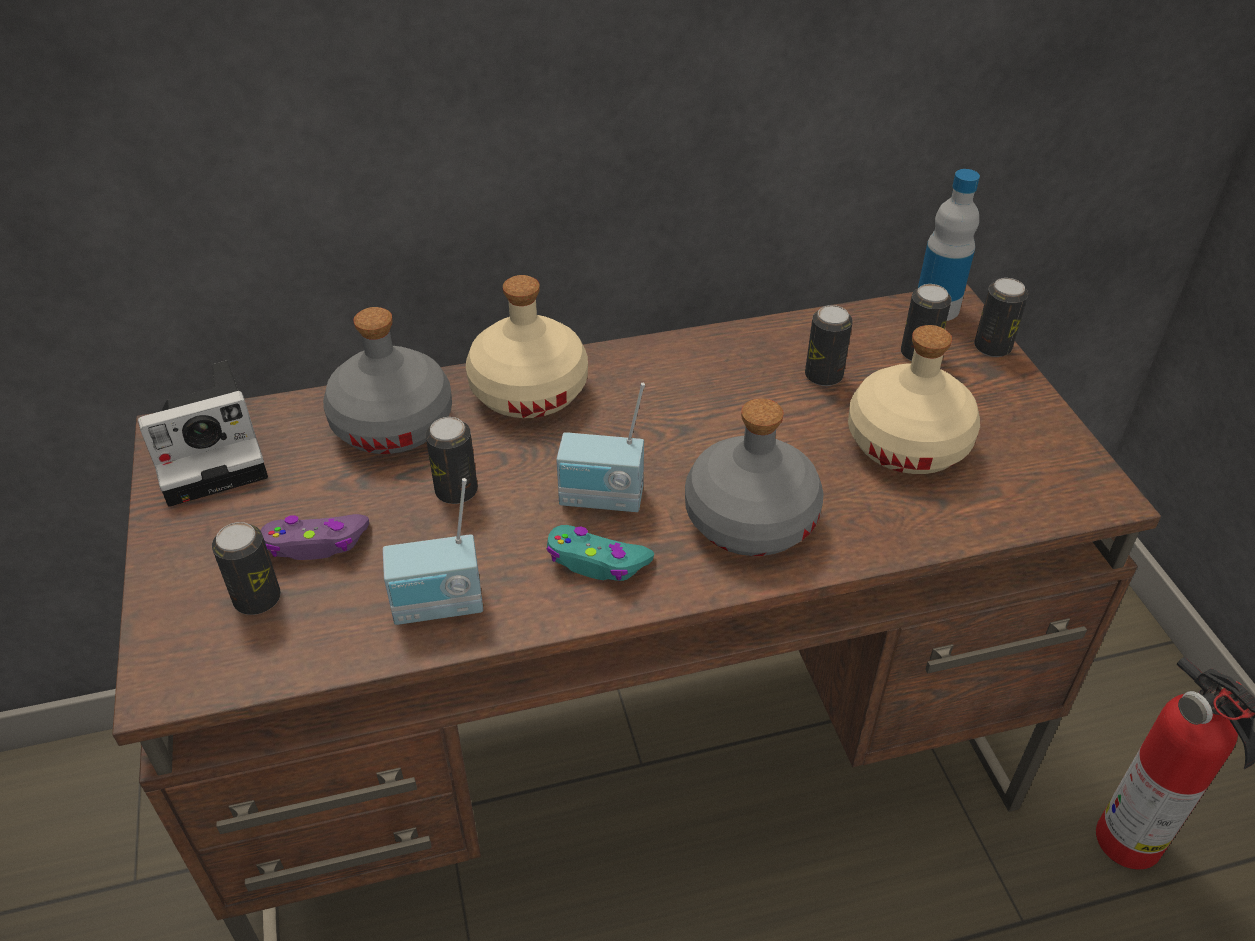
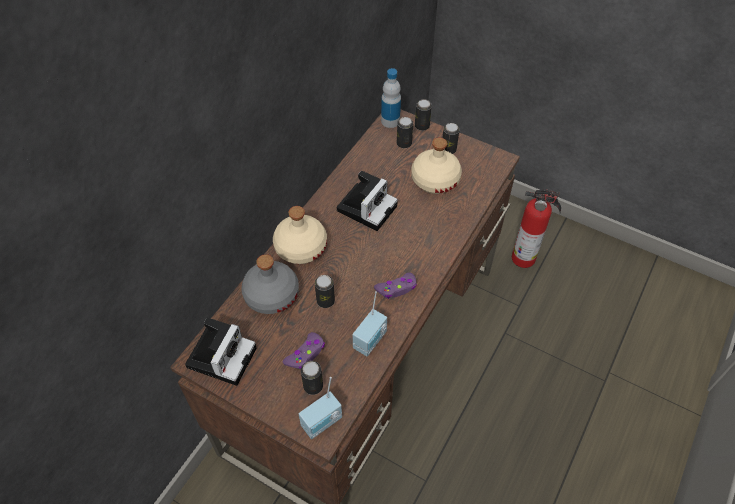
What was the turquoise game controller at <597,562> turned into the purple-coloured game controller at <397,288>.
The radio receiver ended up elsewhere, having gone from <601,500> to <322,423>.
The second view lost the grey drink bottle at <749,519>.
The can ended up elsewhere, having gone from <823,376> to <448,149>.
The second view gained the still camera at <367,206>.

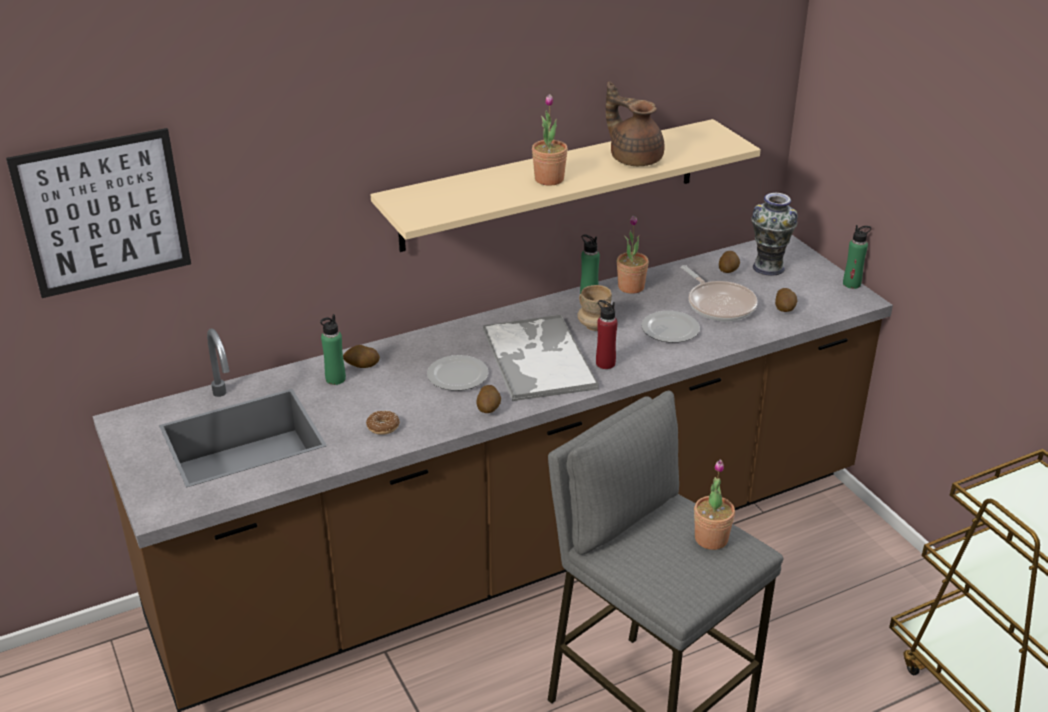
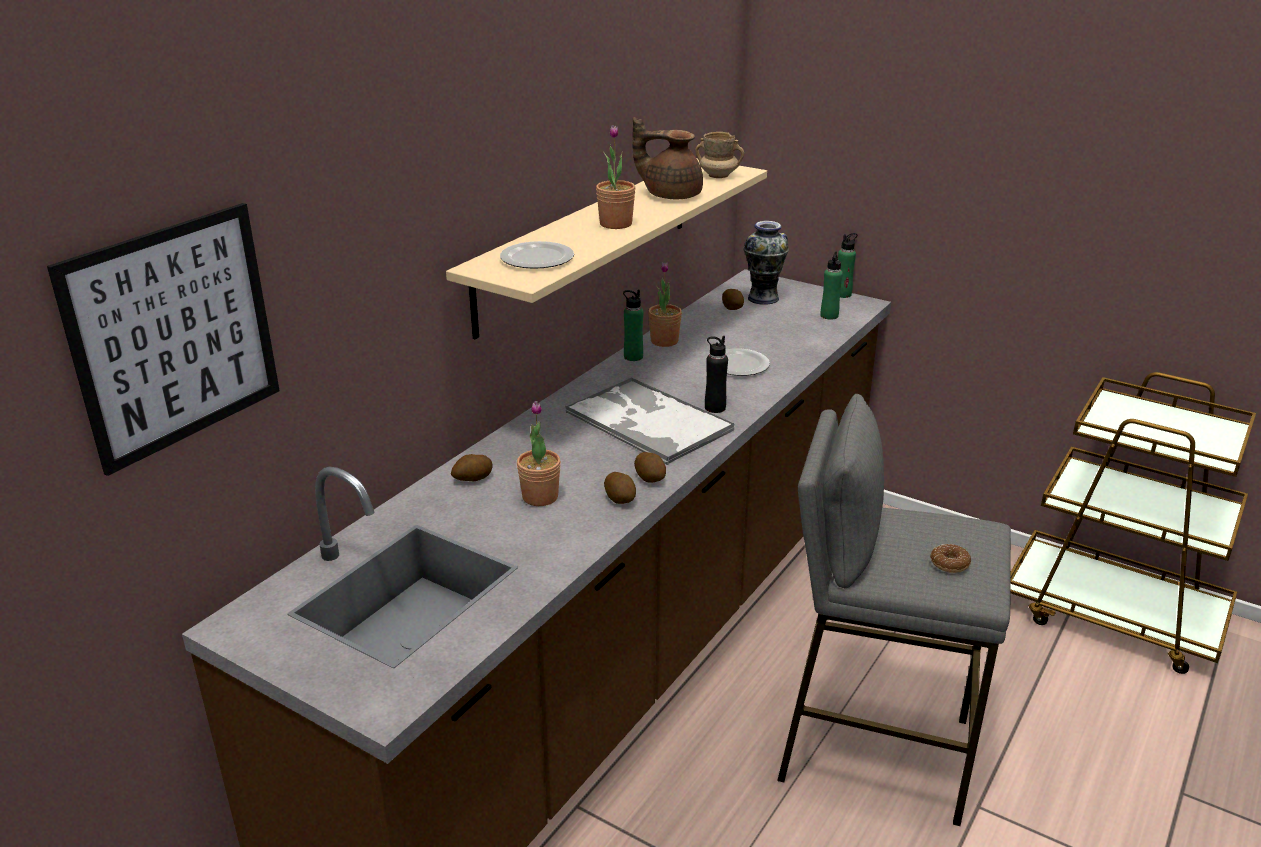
The green-coloured drink bottle ended up elsewhere, having gone from <335,379> to <829,316>.
The donut ended up elsewhere, having gone from <383,427> to <949,564>.
The plate ended up elsewhere, having gone from <456,375> to <536,259>.
The beige-coloured mug ended up elsewhere, having gone from <595,326> to <718,175>.
What was the red-coloured drink bottle at <605,363> turned into the blackish drink bottle at <715,408>.
The second view lost the frying pan at <719,304>.
The potted plant ended up elsewhere, having gone from <711,539> to <540,497>.
The spud ended up elsewhere, having gone from <785,308> to <620,499>.

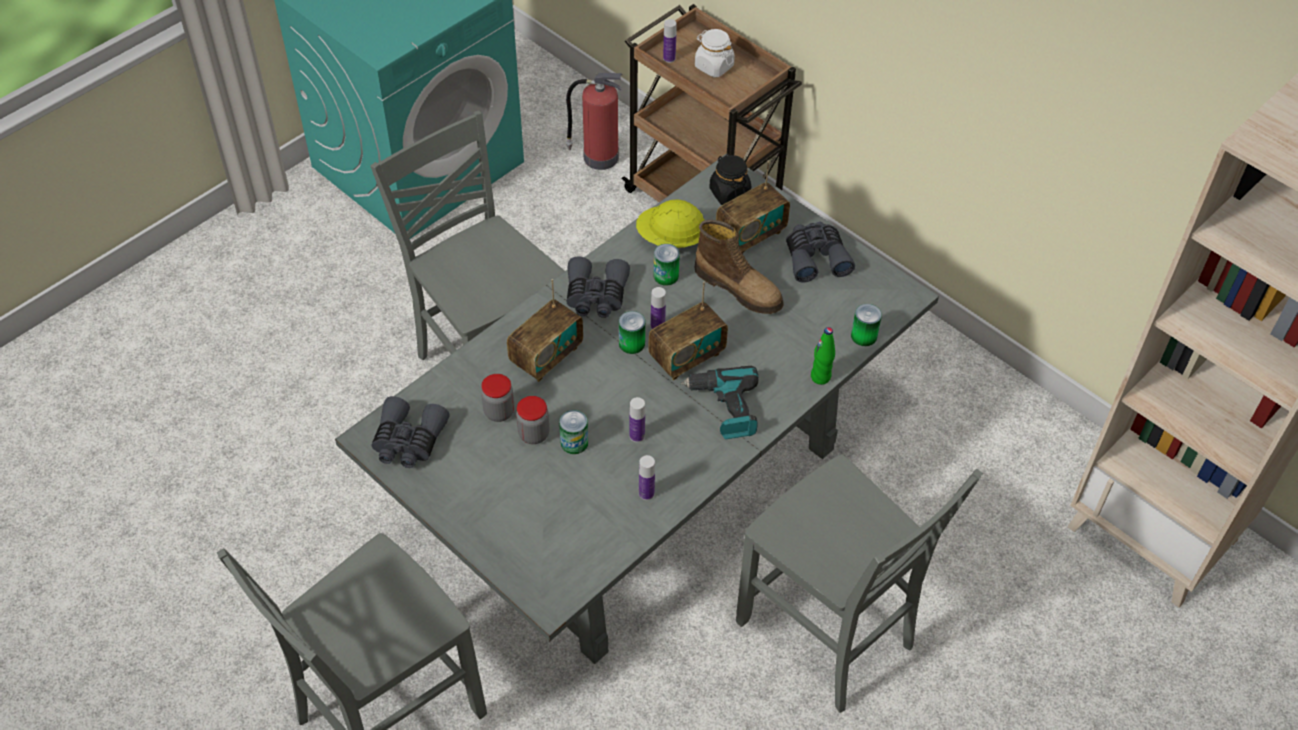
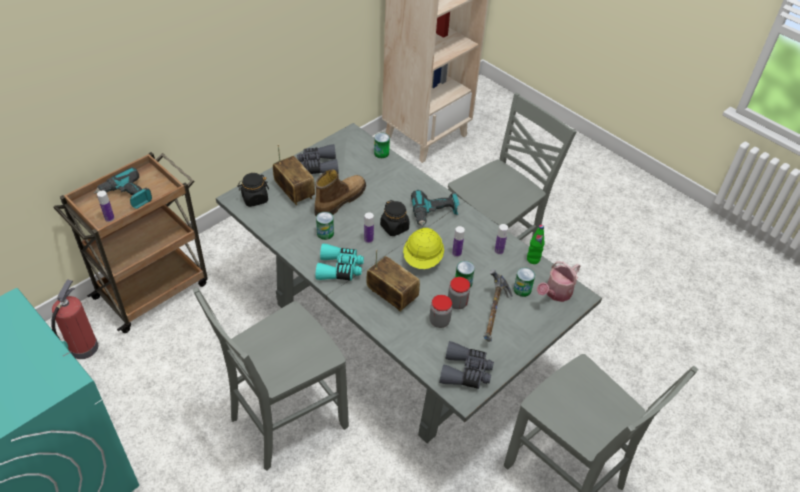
What was the grey field glasses at <596,296> turned into the turquoise field glasses at <340,269>.
The can ended up elsewhere, having gone from <632,343> to <522,289>.
The yellow safety helmet ended up elsewhere, having gone from <671,239> to <423,259>.
Where the radio receiver stood at <687,357>, the blackish jar came to stand at <394,227>.
Where the white-coloured jar stood at <713,66>, the electric drill came to stand at <127,195>.
The green-coloured drink bottle ended up elsewhere, having gone from <820,377> to <533,259>.
The second view gained the hammer at <492,316>.
The second view gained the watering pot at <556,293>.

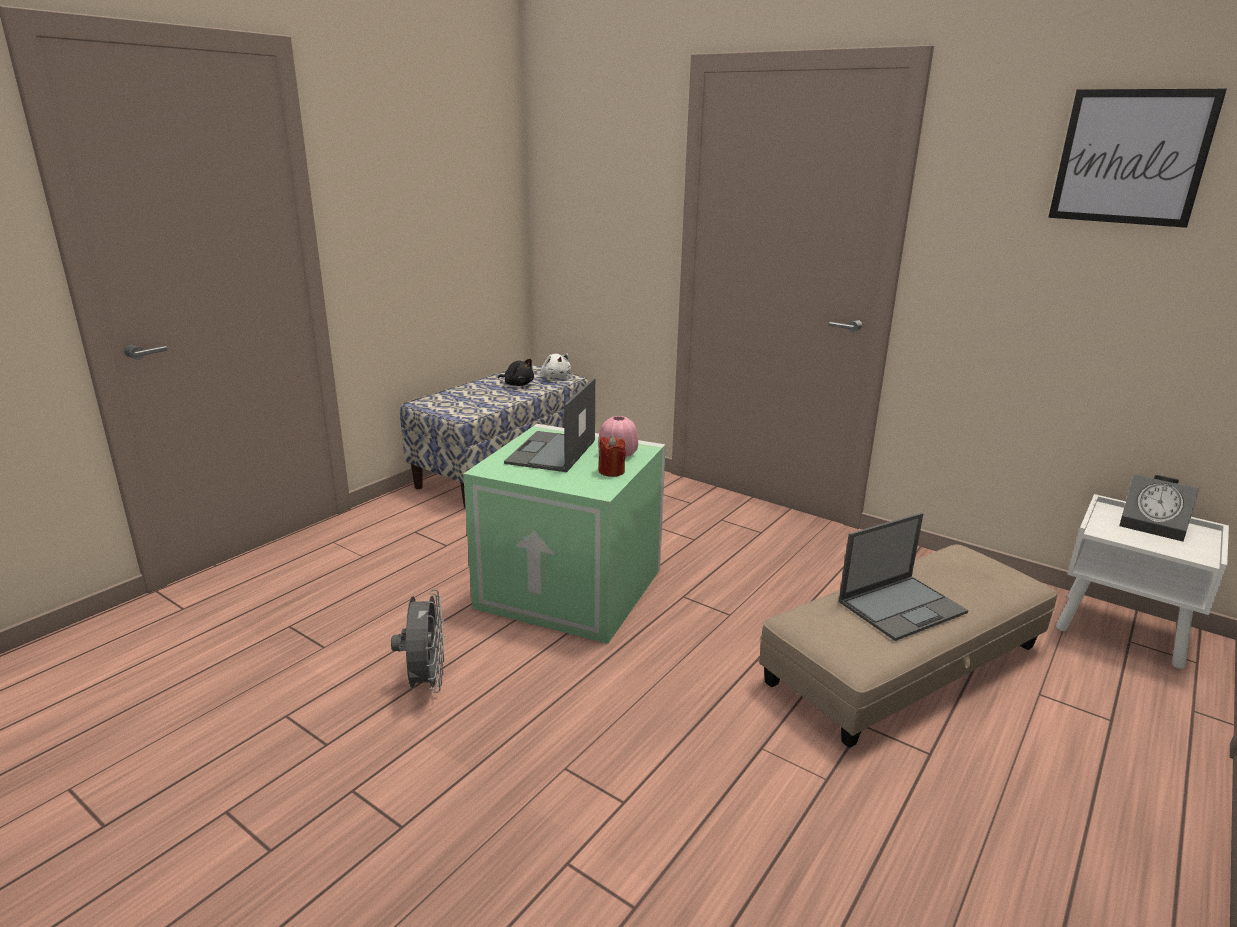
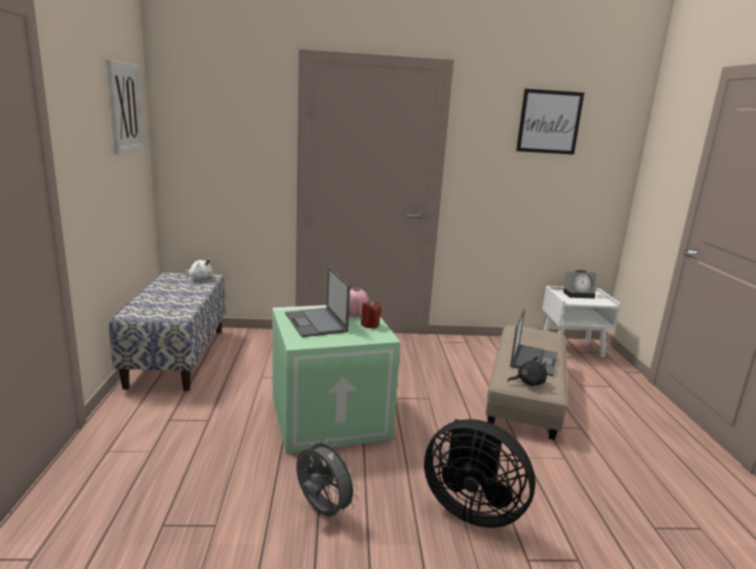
The blackish plush toy ended up elsewhere, having gone from <518,384> to <528,382>.
The second view gained the picture at <125,107>.
The second view gained the blackish fan at <472,508>.

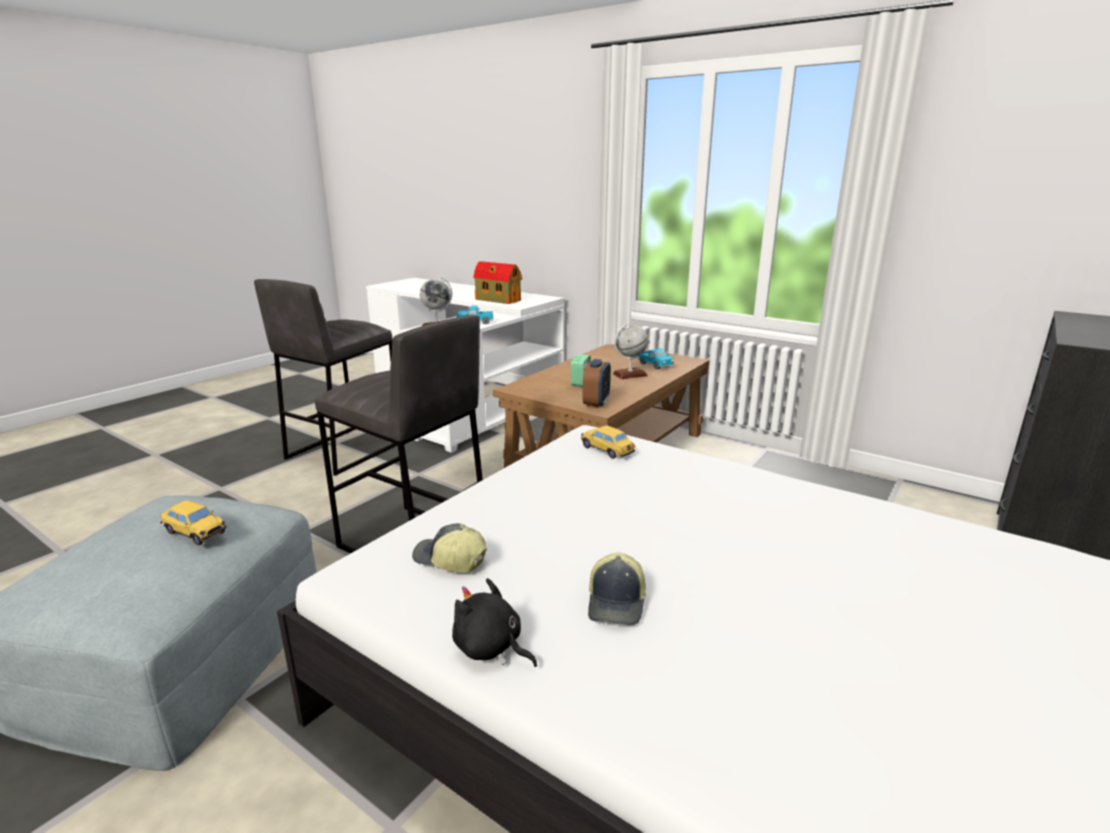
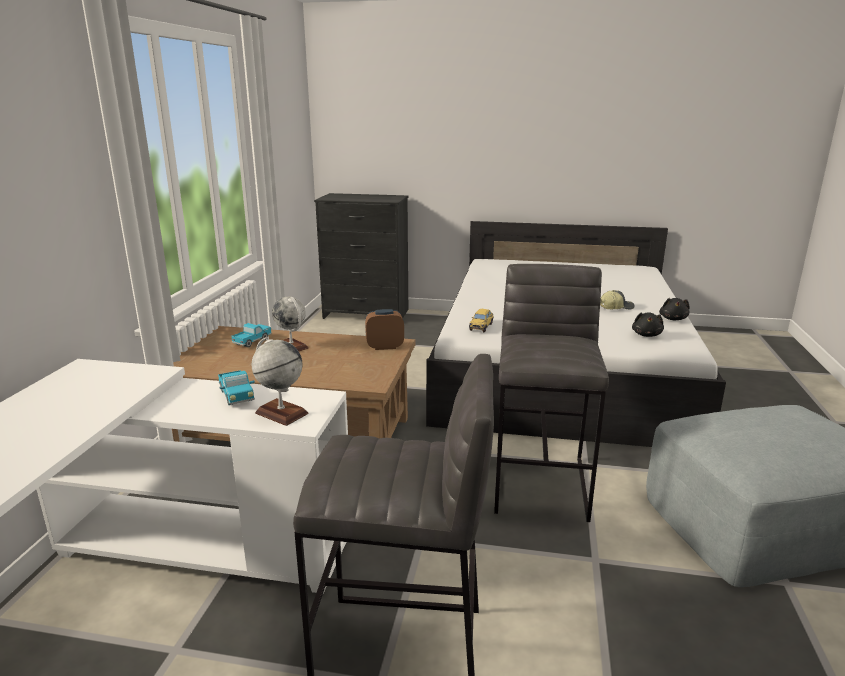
The second view lost the toy car at <195,532>.
Where the peaked cap stood at <449,560>, the blackish plush toy came to stand at <646,335>.
The second view lost the miniature house at <497,300>.
The second view lost the alarm clock at <580,383>.

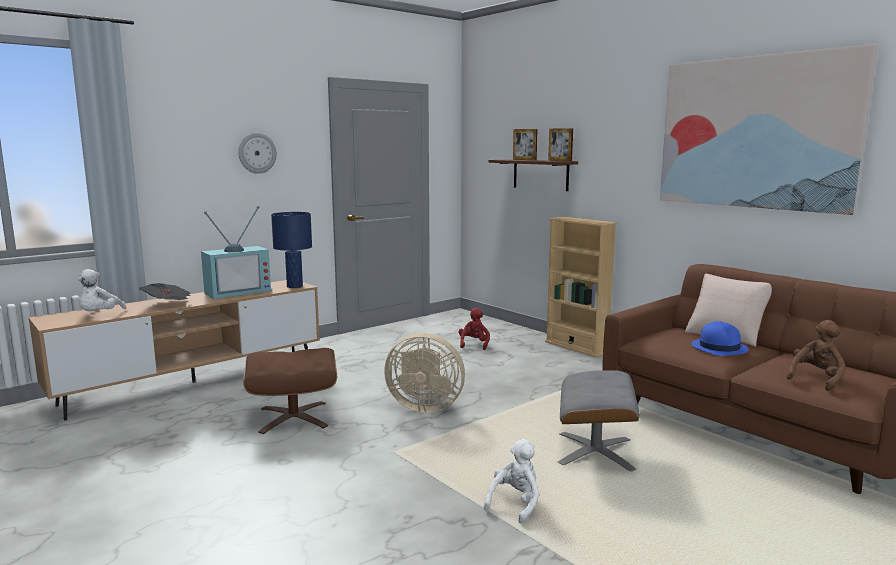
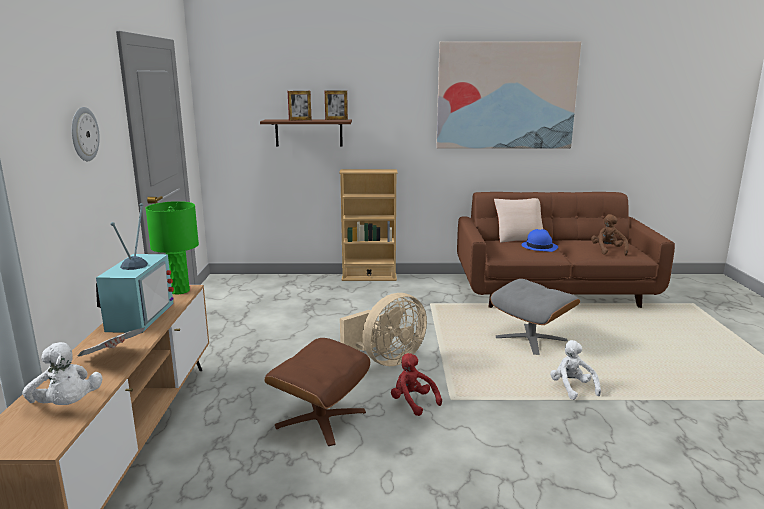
What was the blue-coloured tabletop lamp at <295,286> turned into the green-coloured tabletop lamp at <180,291>.
The red-coloured plush toy ended up elsewhere, having gone from <474,344> to <413,402>.

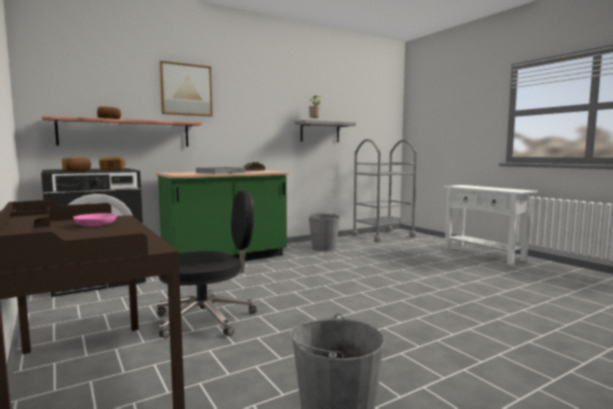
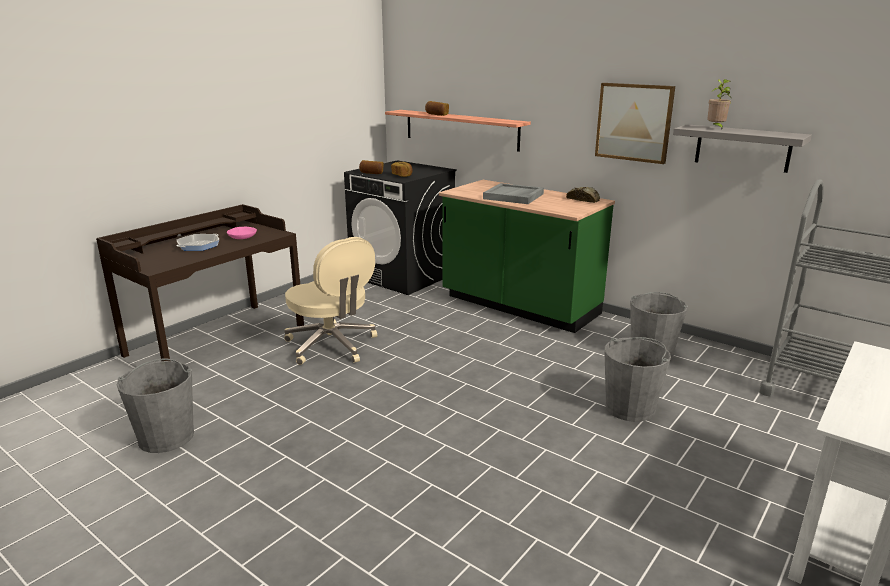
What was the blackish office chair at <207,318> turned into the beige-coloured office chair at <332,345>.
The picture ended up elsewhere, having gone from <186,90> to <634,122>.
The second view gained the frying pan at <198,246>.
The second view gained the grey water bucket at <630,408>.

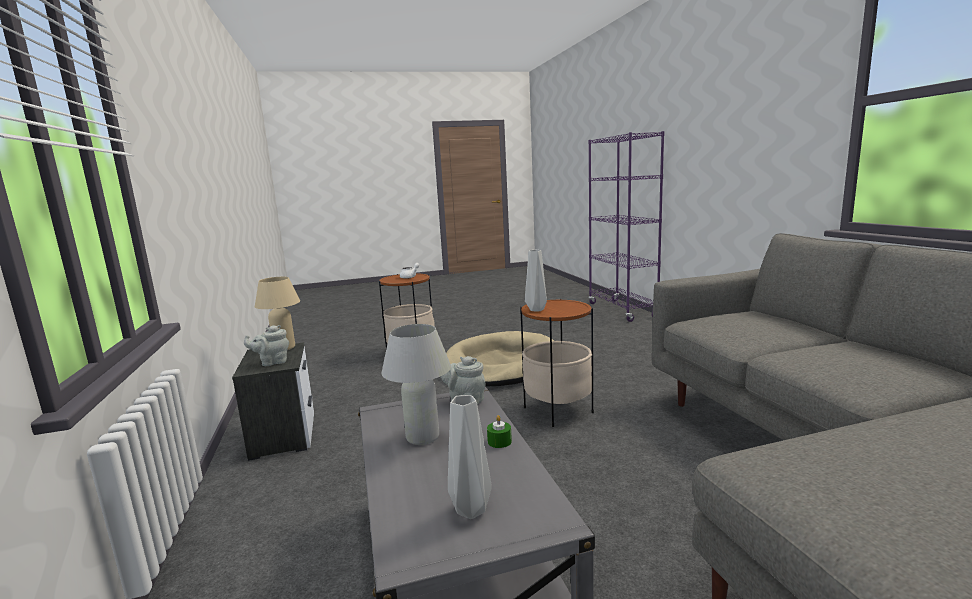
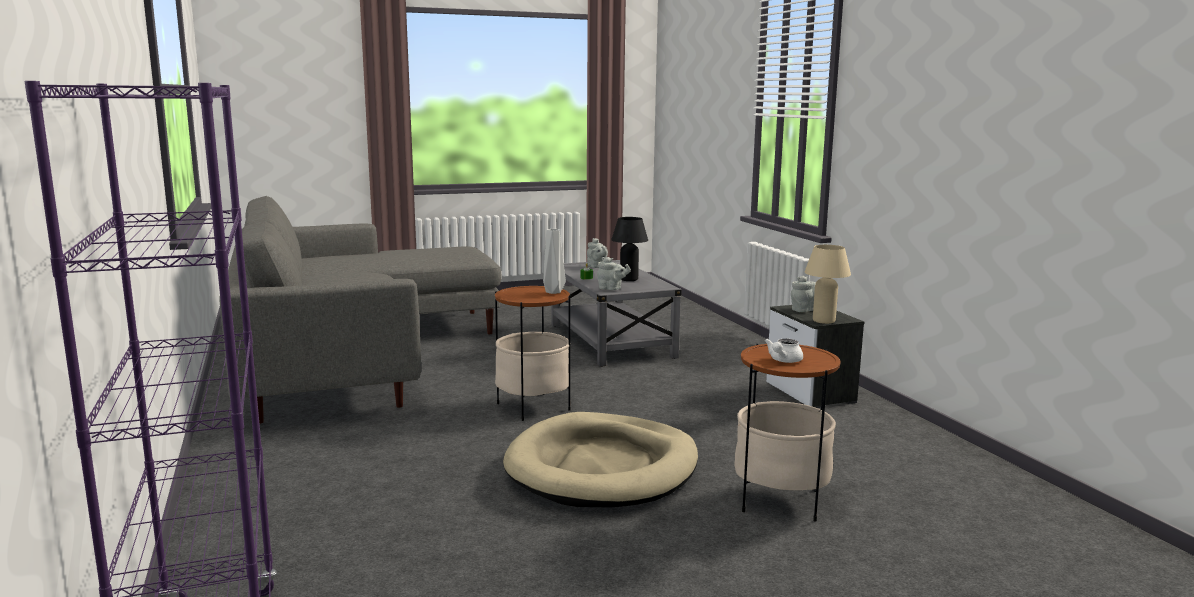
What was the white-coloured tabletop lamp at <422,437> turned into the blackish tabletop lamp at <629,279>.
Where the grey decorative vase stood at <469,509>, the grey teapot came to stand at <597,267>.

